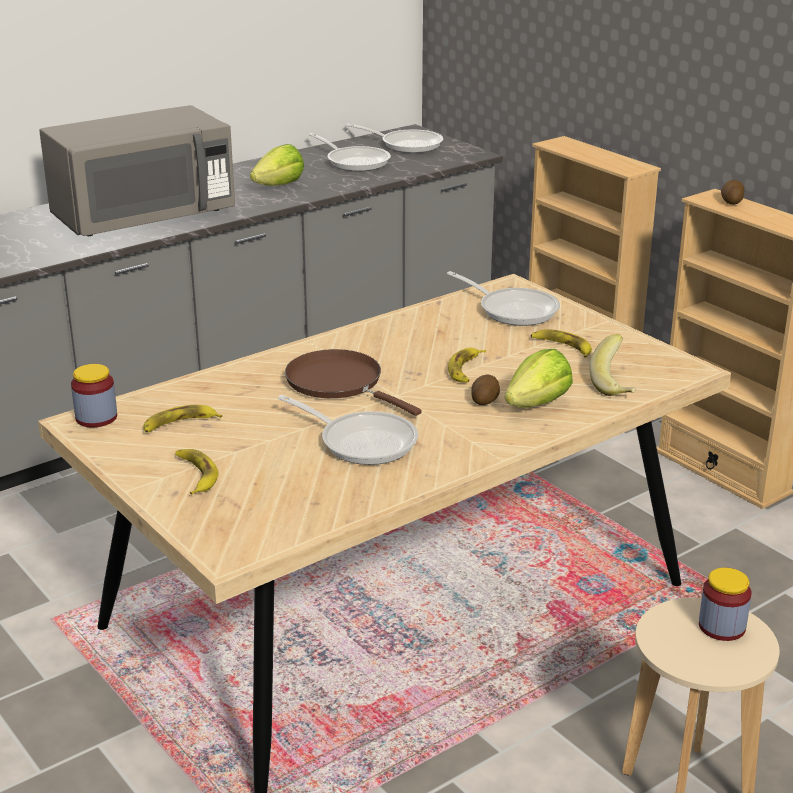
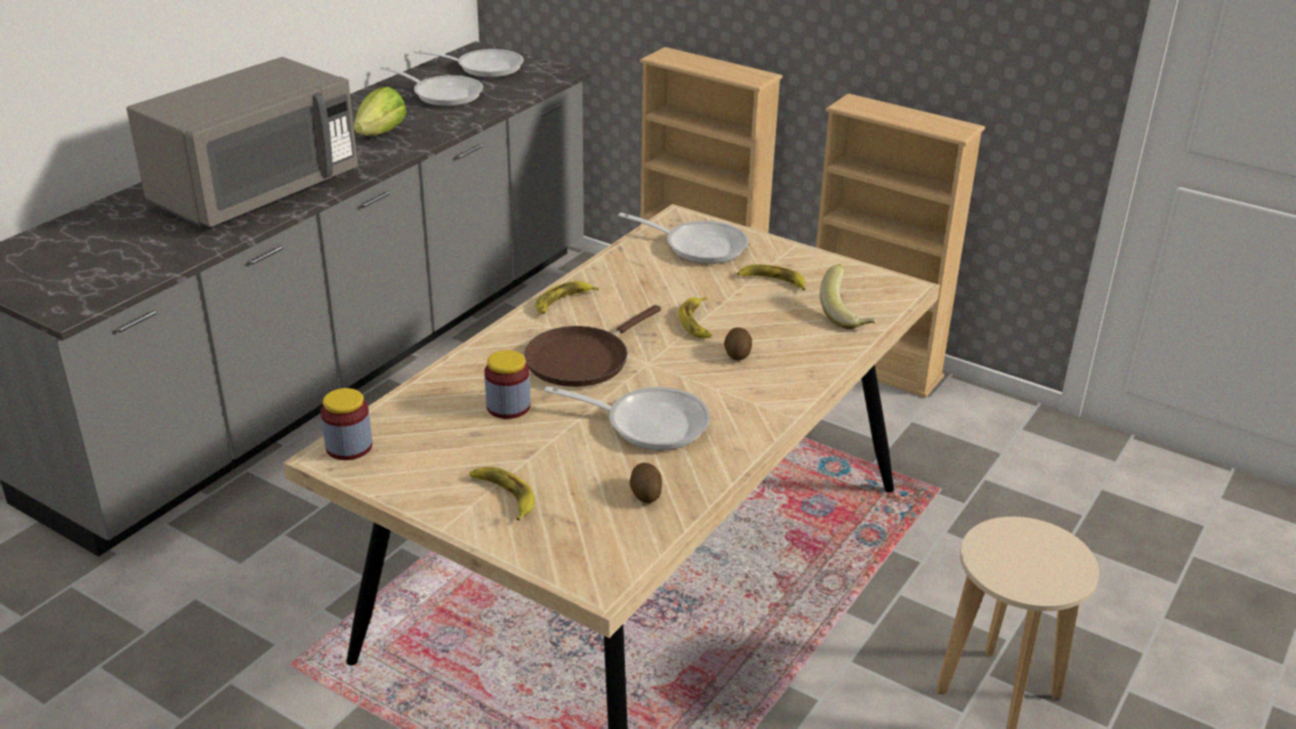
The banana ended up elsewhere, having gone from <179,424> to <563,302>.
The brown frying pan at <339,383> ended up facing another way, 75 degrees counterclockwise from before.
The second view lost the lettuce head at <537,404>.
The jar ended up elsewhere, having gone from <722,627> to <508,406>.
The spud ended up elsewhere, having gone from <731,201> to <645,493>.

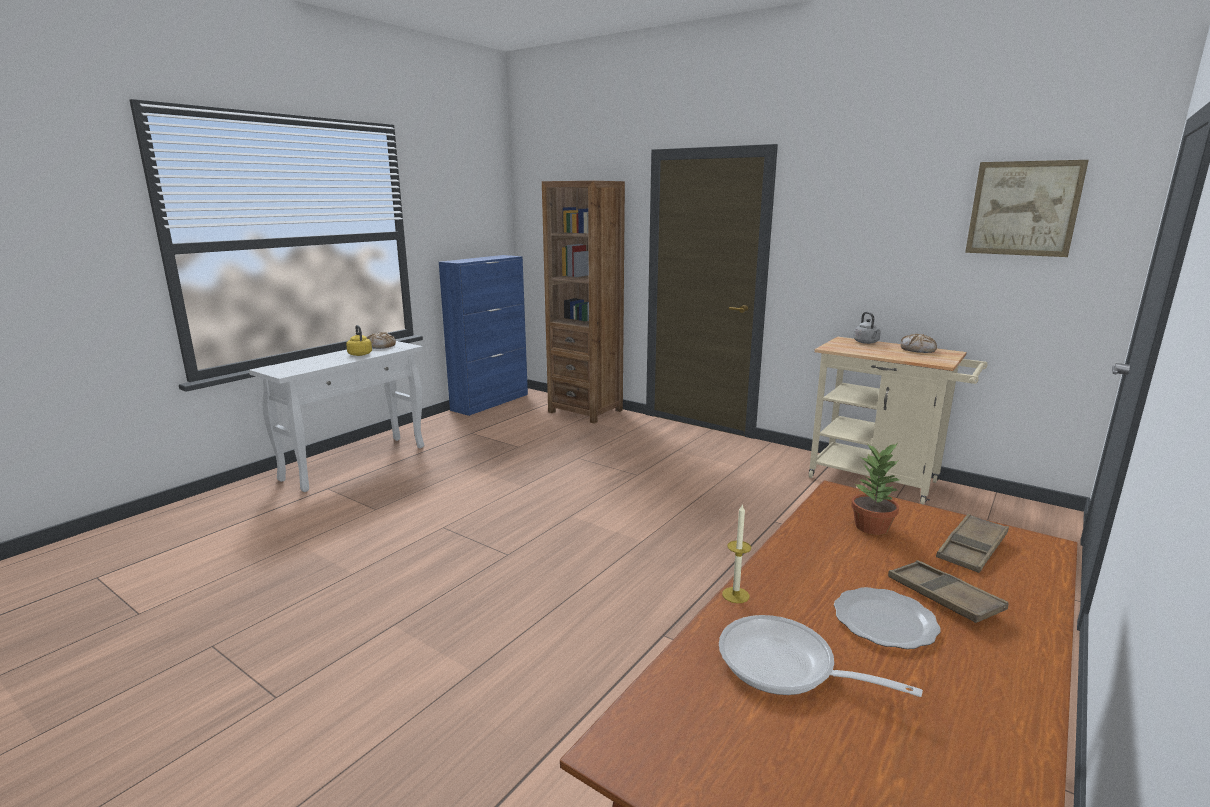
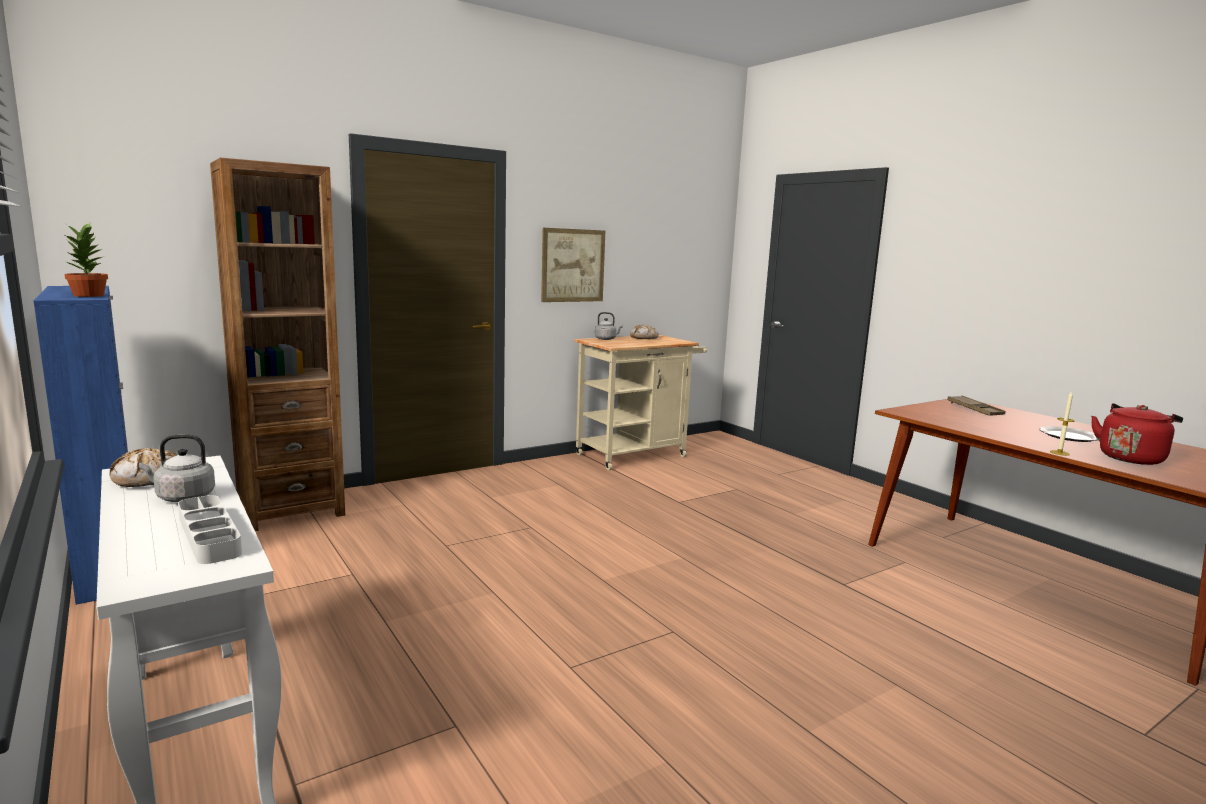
What was the yellow kettle at <359,354> turned into the grey kettle at <182,497>.
Where the frying pan stood at <786,667>, the red-coloured kettle came to stand at <1131,458>.
The potted plant ended up elsewhere, having gone from <872,527> to <89,295>.
The second view lost the brown serving tray at <943,597>.
The picture ended up elsewhere, having gone from <1023,208> to <573,265>.
The second view gained the grey serving tray at <209,535>.

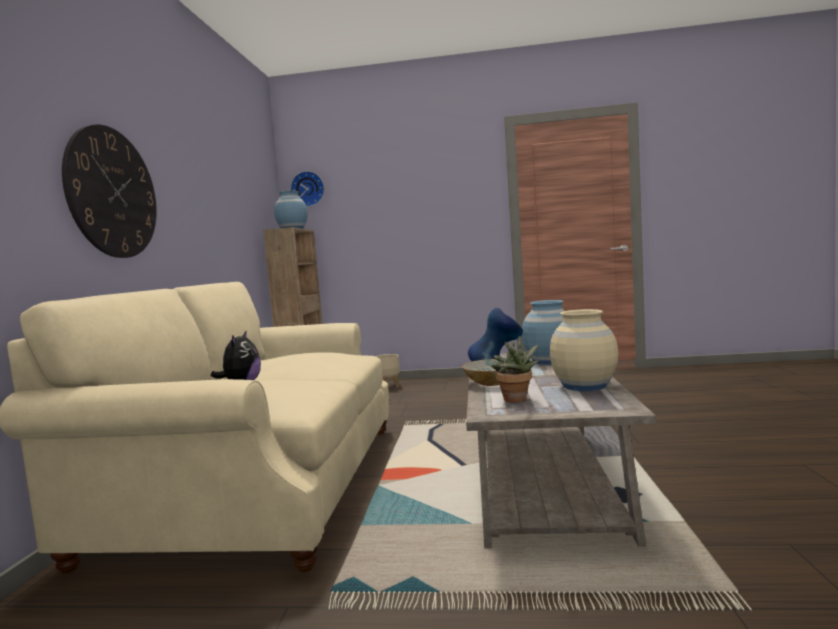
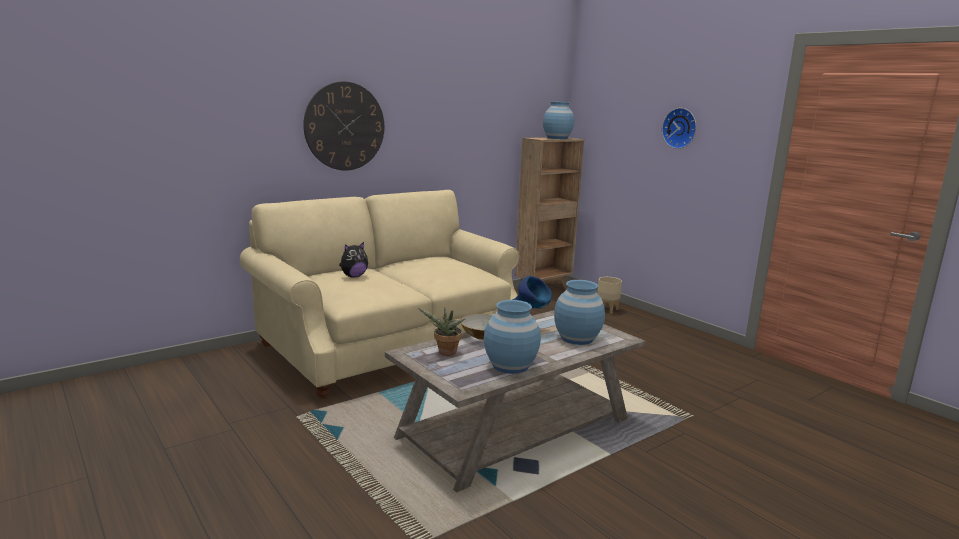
The hanging clock ended up elsewhere, having gone from <308,189> to <680,128>.
What was the beige-coloured decorative vase at <584,385> turned into the blue-coloured decorative vase at <510,366>.

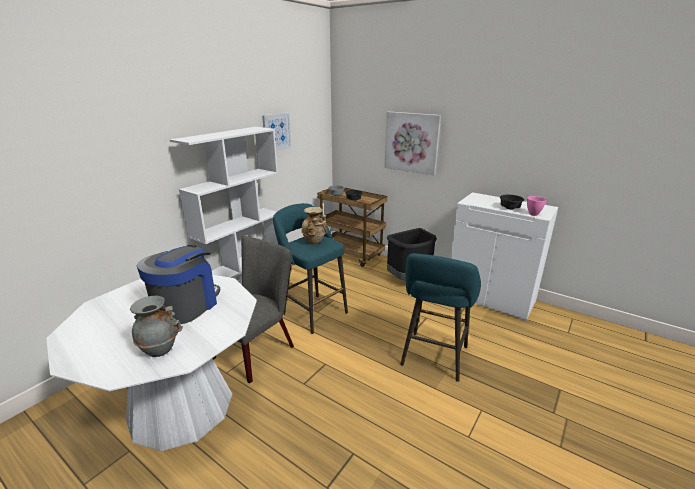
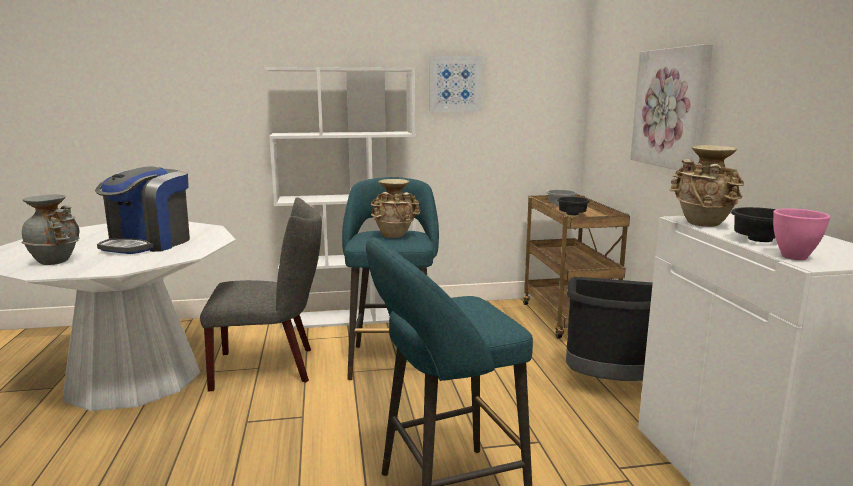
The coffee machine at <186,305> ended up facing another way, 135 degrees clockwise from before.
The second view gained the beige-coloured decorative vase at <703,224>.

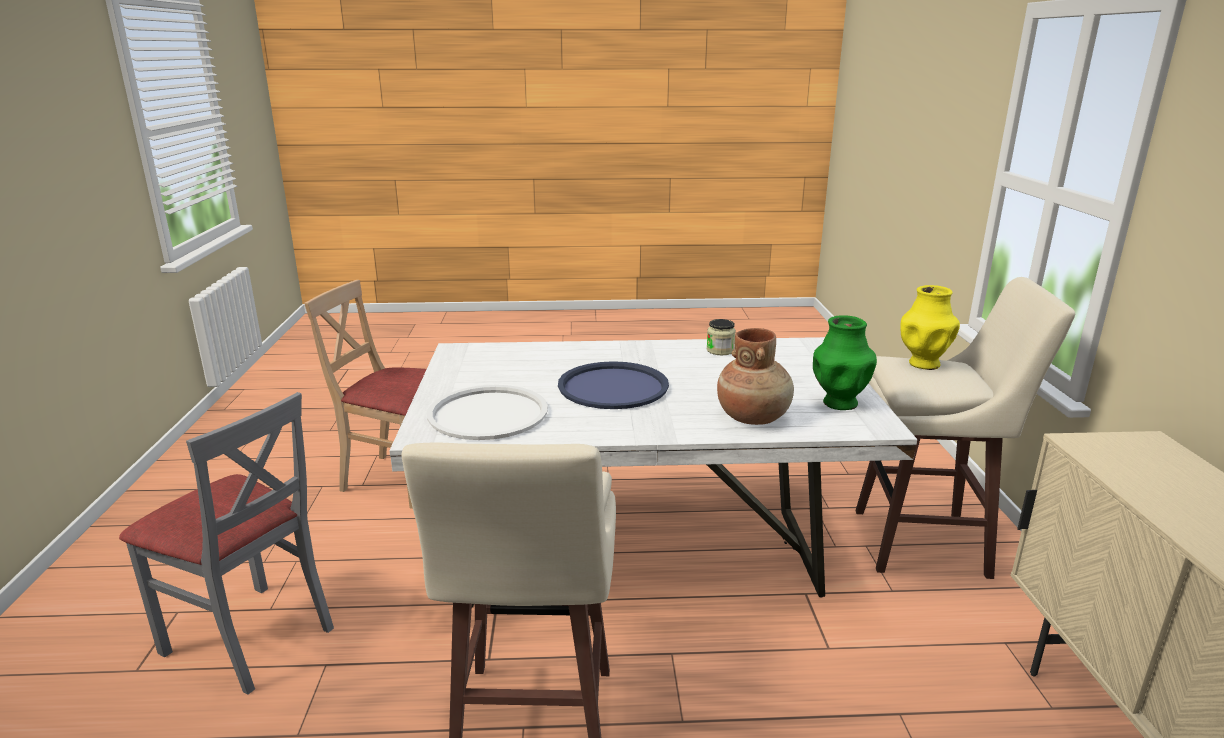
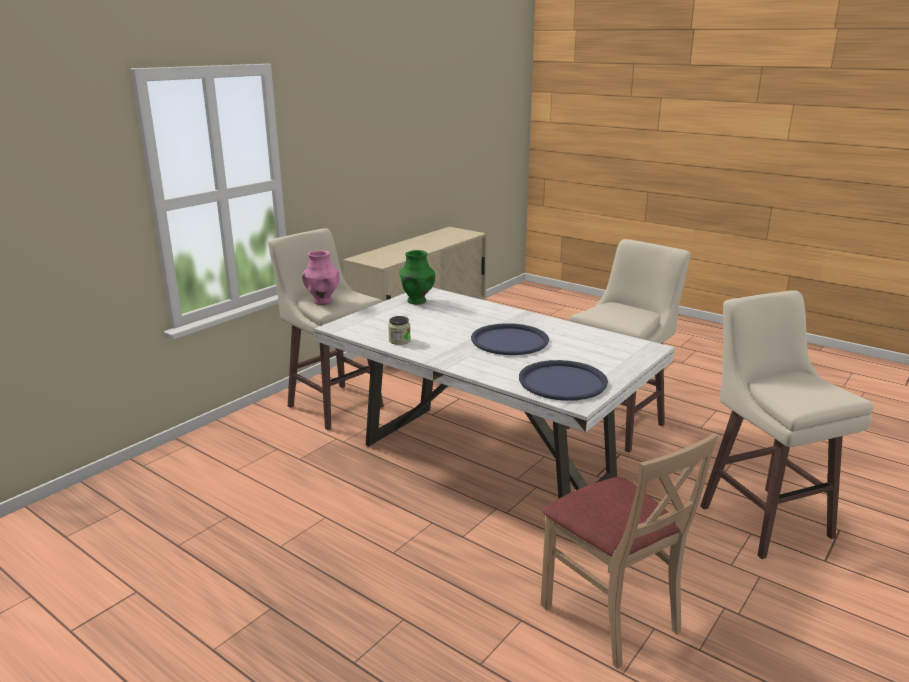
Where the grey chair stood at <250,637>, the beige-coloured stool seat came to stand at <763,519>.
The second view lost the white-coloured serving tray at <488,414>.
The second view lost the brown decorative vase at <753,417>.
What was the yellow decorative vase at <923,364> turned into the pink-coloured decorative vase at <322,301>.
The second view gained the blue-coloured serving tray at <562,381>.

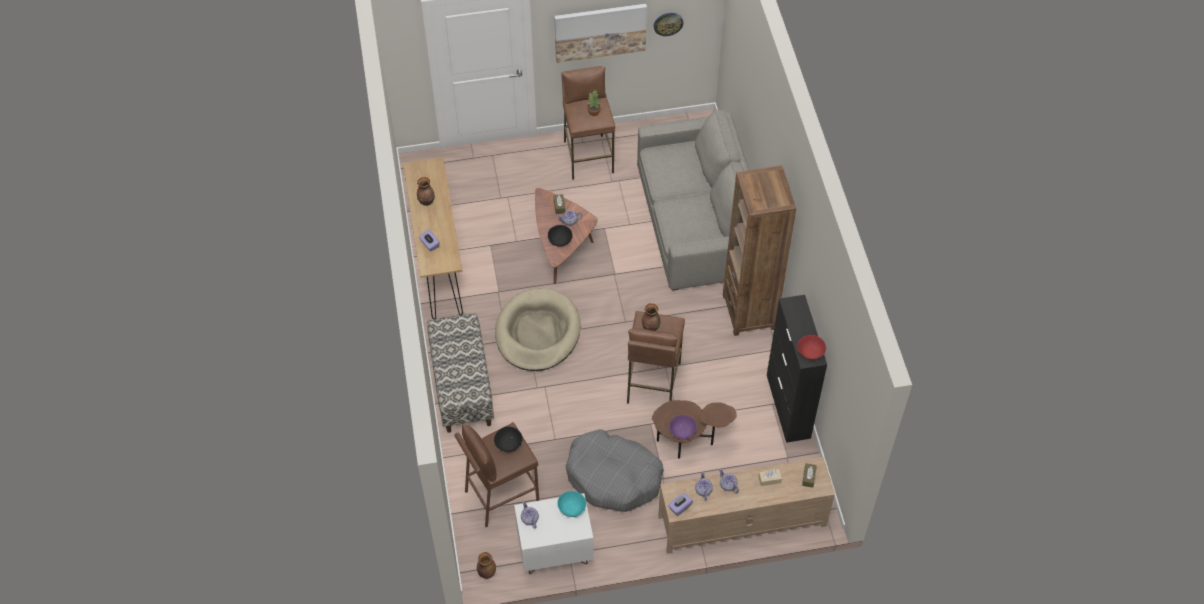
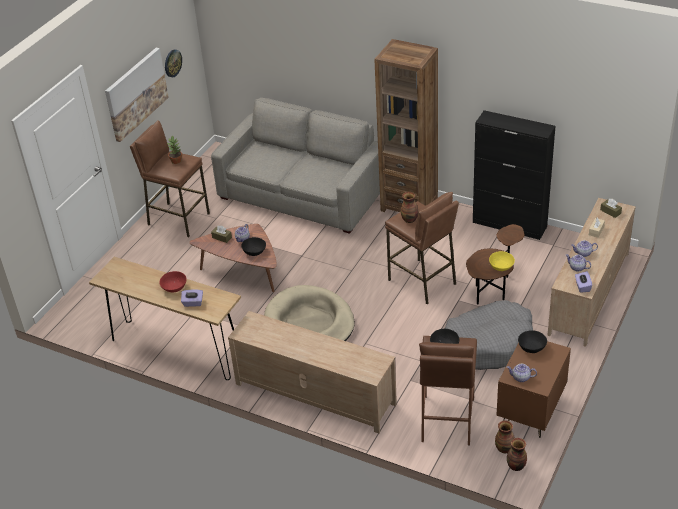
The decorative vase ended up elsewhere, having gone from <427,201> to <504,448>.
Where the long seat stood at <462,386>, the beige-coloured tv stand came to stand at <314,394>.
What was the white-coloured bedside table at <554,552> turned into the brown bedside table at <531,412>.
What was the turquoise deep dish at <571,508> turned into the blackish deep dish at <531,347>.
What was the purple-coloured deep dish at <682,431> turned into the yellow deep dish at <501,266>.
The red-coloured deep dish ended up elsewhere, having gone from <810,352> to <174,288>.

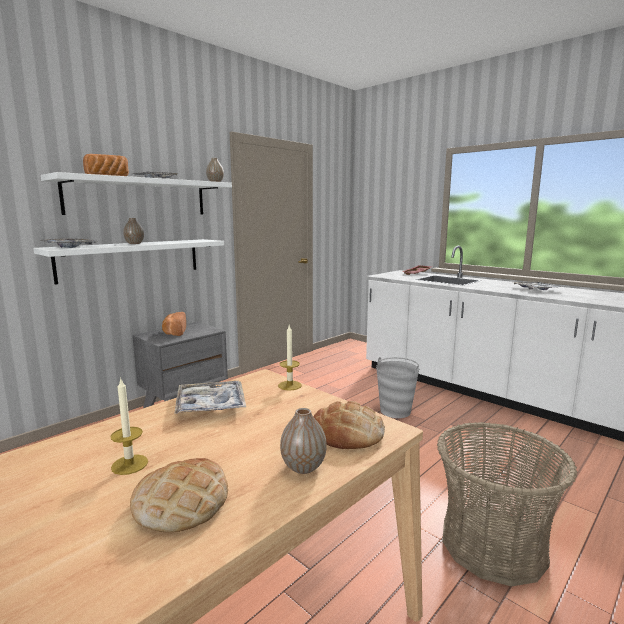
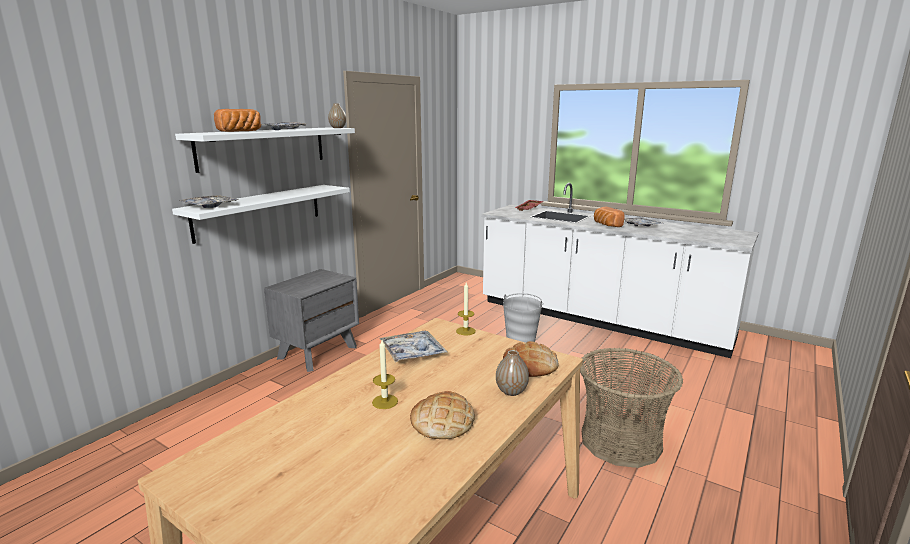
The second view lost the decorative vase at <134,243>.
The bread ended up elsewhere, having gone from <174,332> to <606,225>.

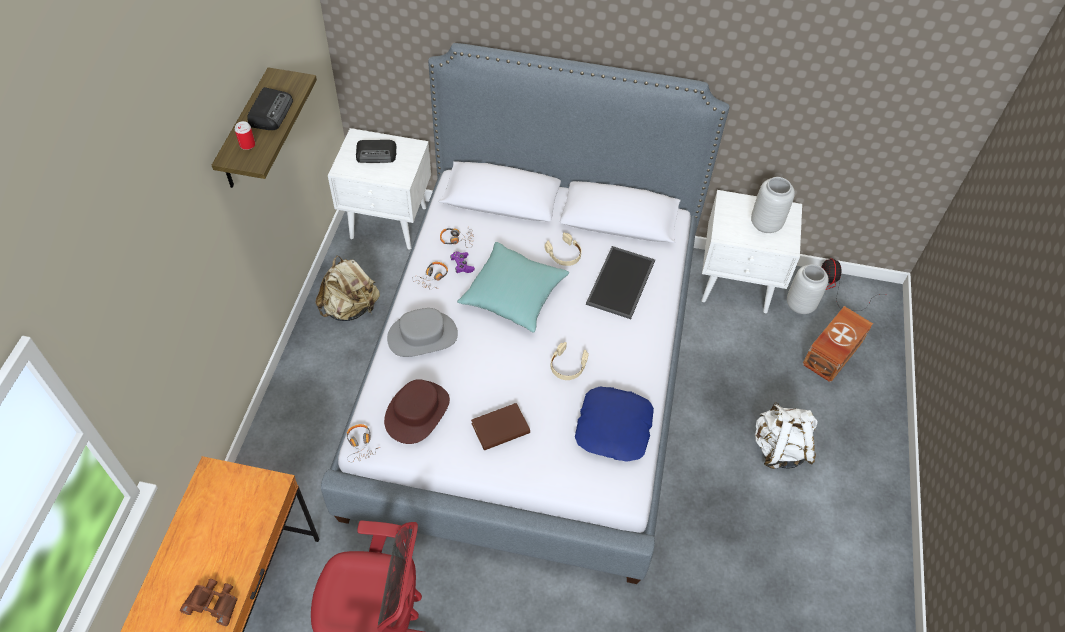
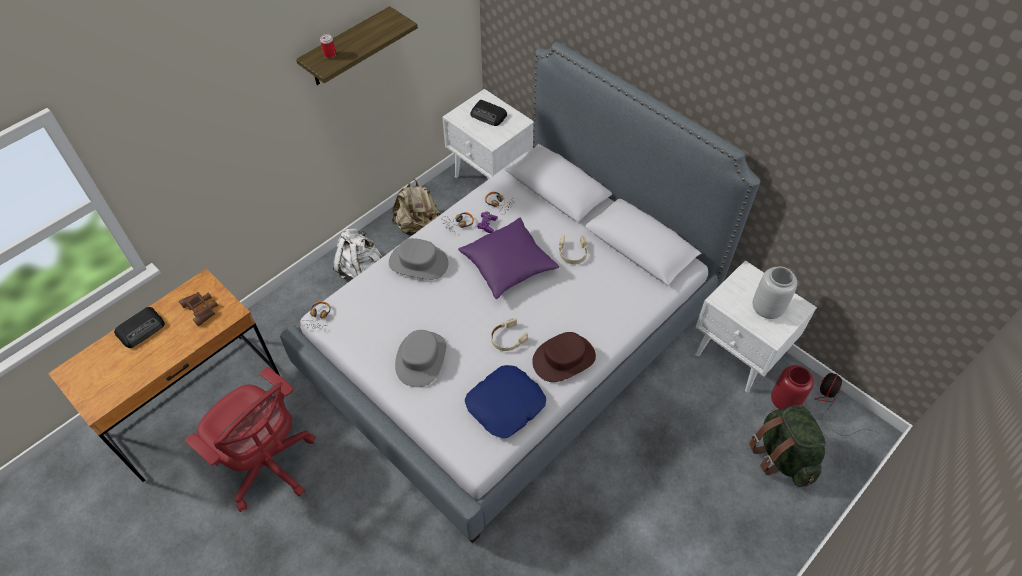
The brown field glasses ended up elsewhere, having gone from <213,603> to <201,308>.
The radio receiver ended up elsewhere, having gone from <271,112> to <142,329>.
The brown clothing hat ended up elsewhere, having gone from <417,412> to <563,358>.
What was the turquoise cushion at <513,295> turned into the purple-coloured cushion at <508,265>.
Where the brown volume stood at <500,428>, the grey clothing hat came to stand at <421,358>.
The second view lost the serving tray at <622,283>.
The white-coloured rucksack ended up elsewhere, having gone from <779,449> to <362,272>.
What was the grey decorative vase at <800,305> turned into the red-coloured decorative vase at <785,401>.
Where the brown storage container stood at <831,353>, the green-coloured rucksack came to stand at <782,456>.

